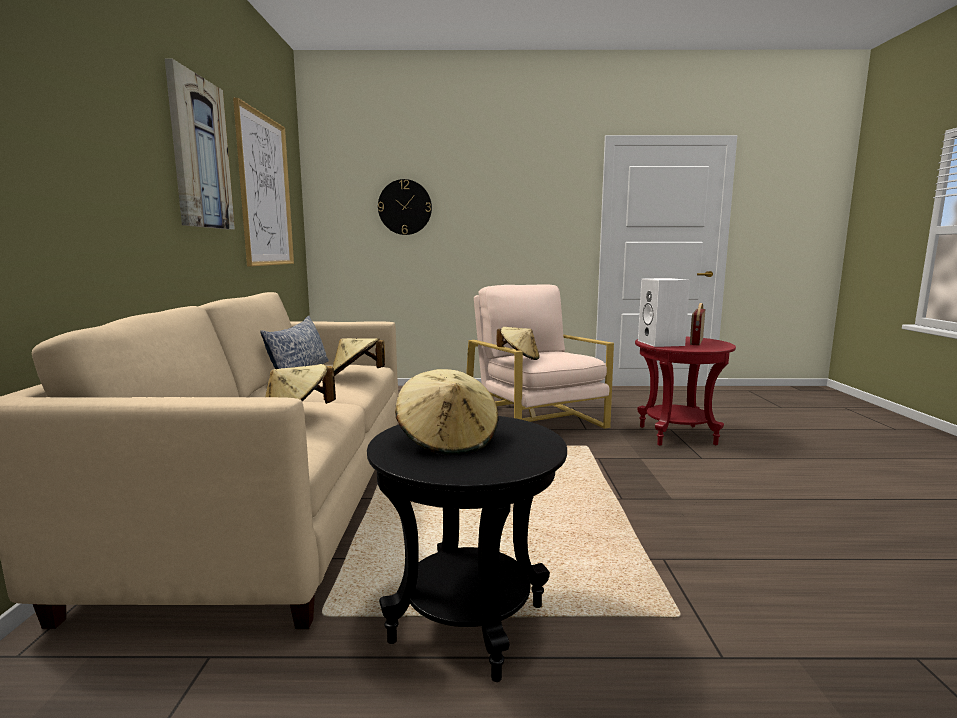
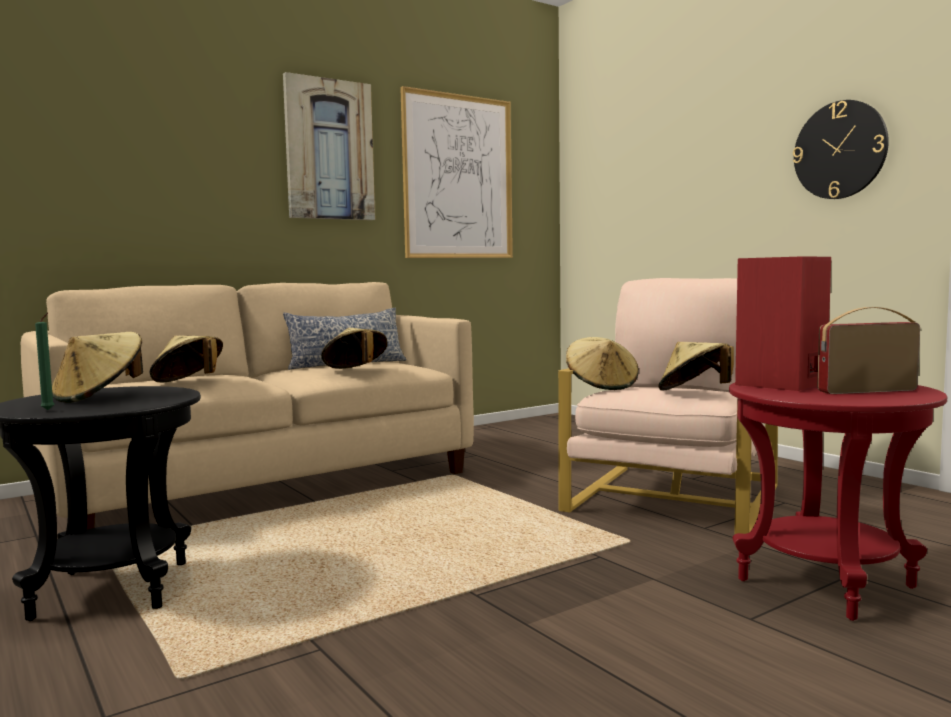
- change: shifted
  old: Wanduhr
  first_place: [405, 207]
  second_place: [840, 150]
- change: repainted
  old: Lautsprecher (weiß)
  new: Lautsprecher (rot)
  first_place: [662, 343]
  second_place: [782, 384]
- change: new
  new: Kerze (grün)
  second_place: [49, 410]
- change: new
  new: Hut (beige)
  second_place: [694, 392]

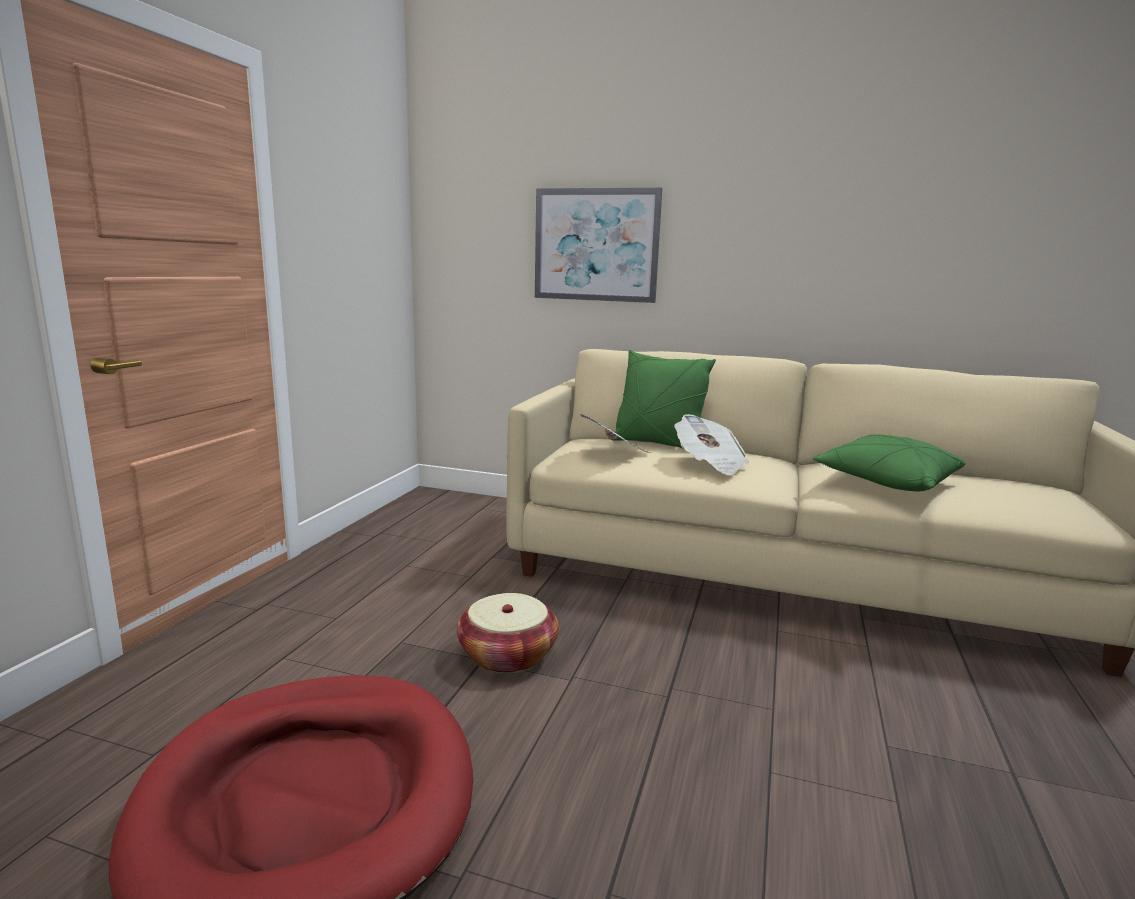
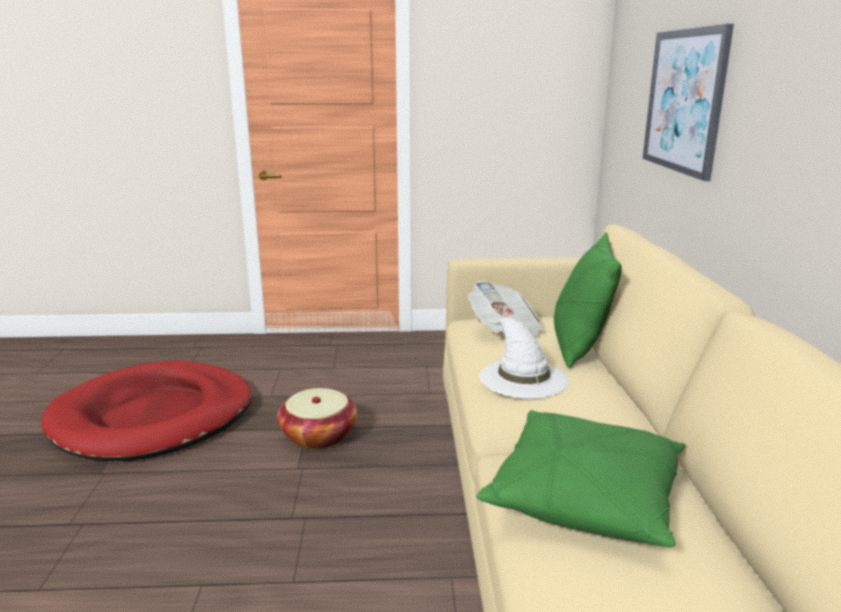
- change: swapped
  old: Zeitung
  new: Hut (weiß)
  first_place: [710, 464]
  second_place: [522, 377]

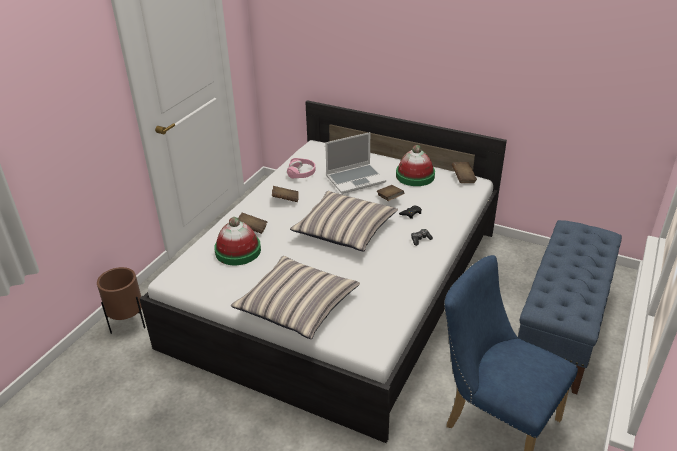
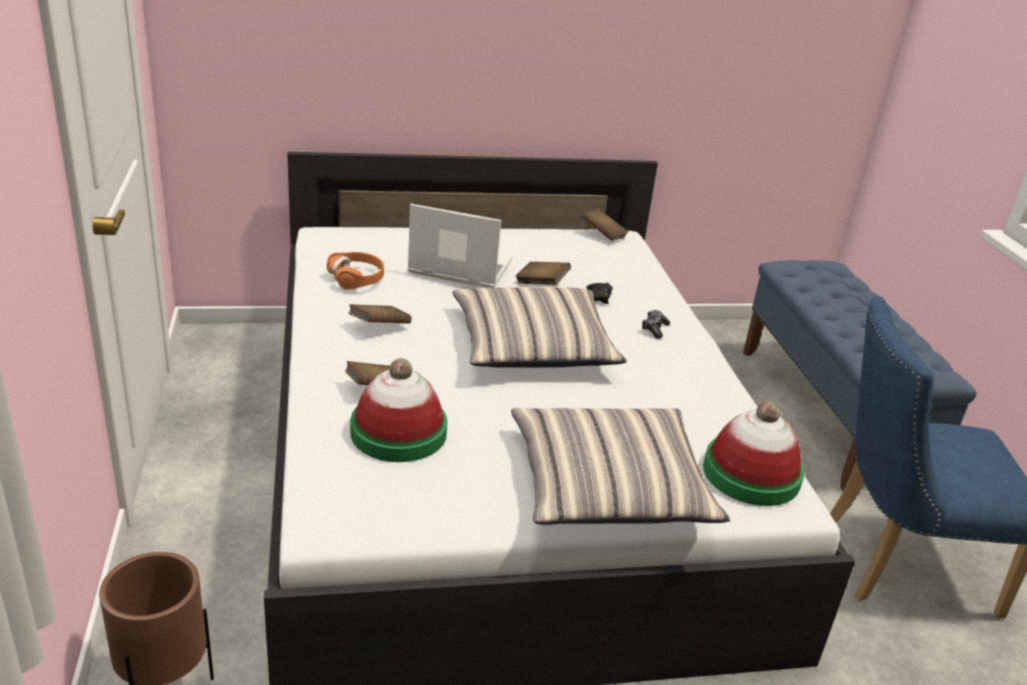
- change: rotated
  old: Laptop
  first_place: [356, 179]
  second_place: [458, 268]
  degrees: -105
- change: shifted
  old: Hut
  first_place: [415, 176]
  second_place: [751, 474]
- change: repainted
  old: Kopfhörer (rosa)
  new: Kopfhörer (orange)
  first_place: [301, 172]
  second_place: [356, 277]

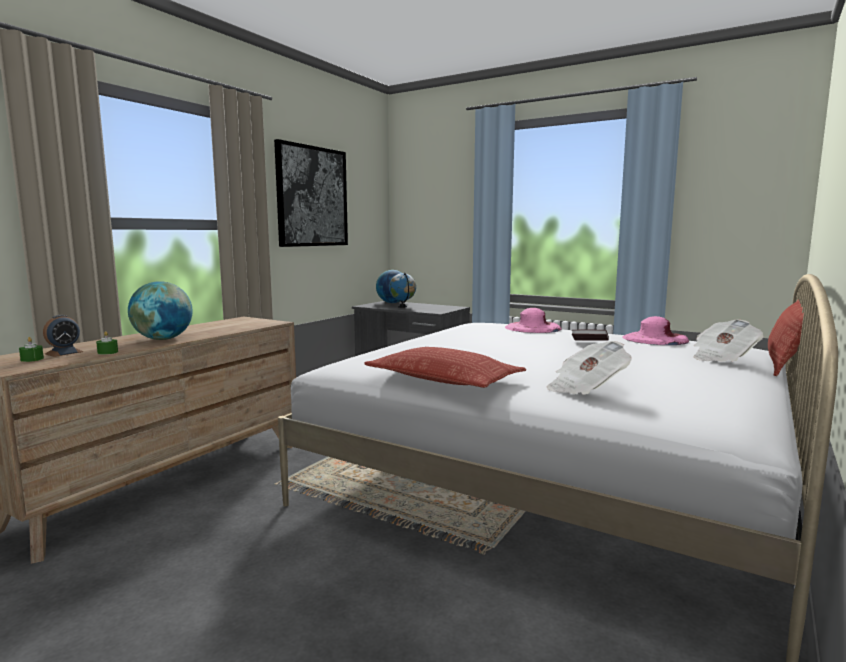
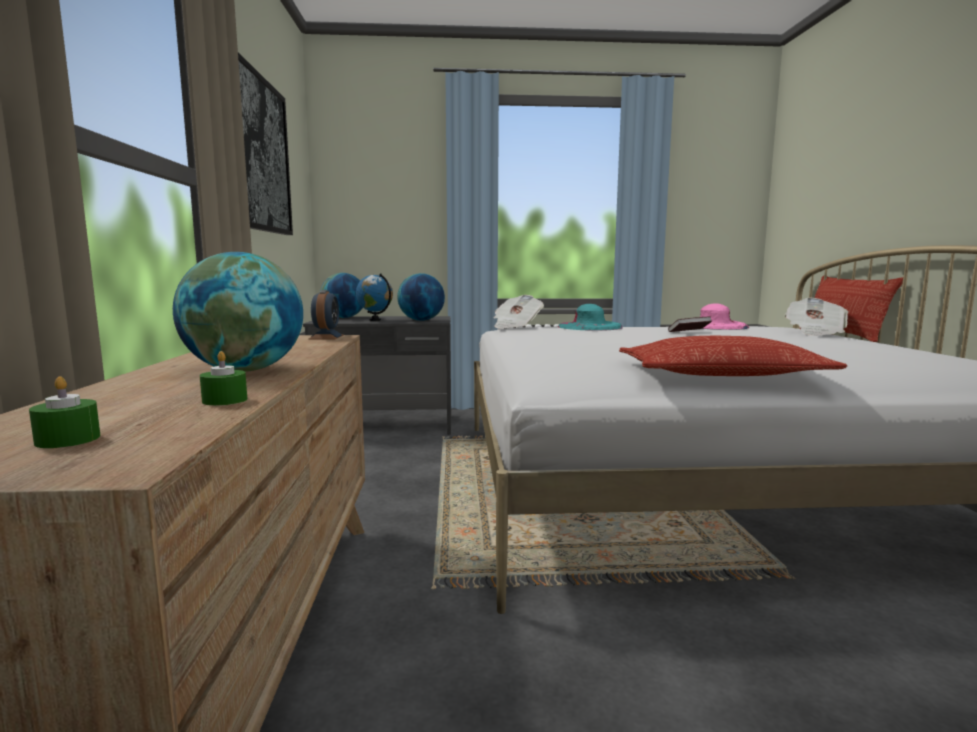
- change: repainted
  old: Hut (rosa)
  new: Hut (türkis)
  first_place: [533, 328]
  second_place: [589, 326]
- change: shifted
  old: Wecker
  first_place: [64, 353]
  second_place: [326, 337]
- change: shifted
  old: Zeitung
  first_place: [586, 388]
  second_place: [516, 326]
- change: new
  new: Globus
  second_place: [421, 320]

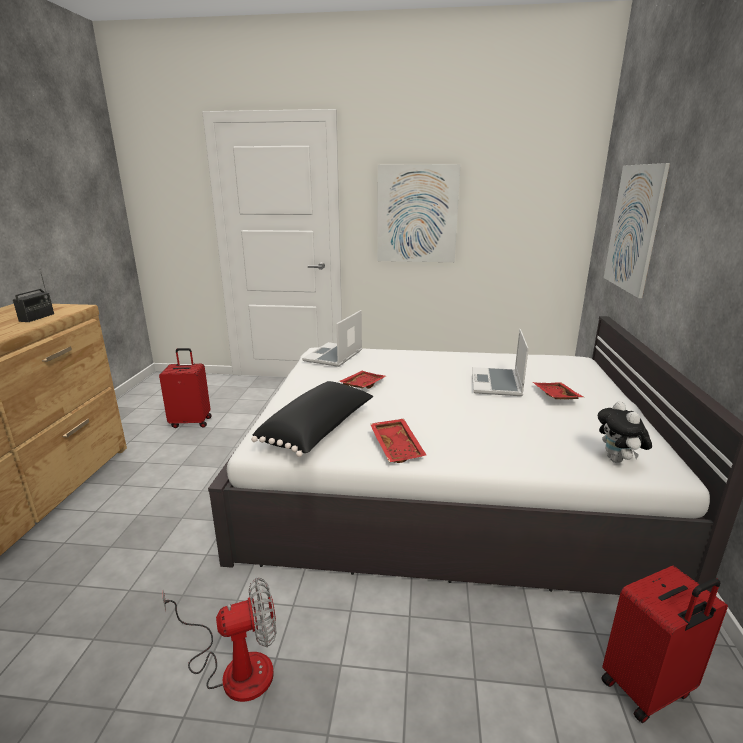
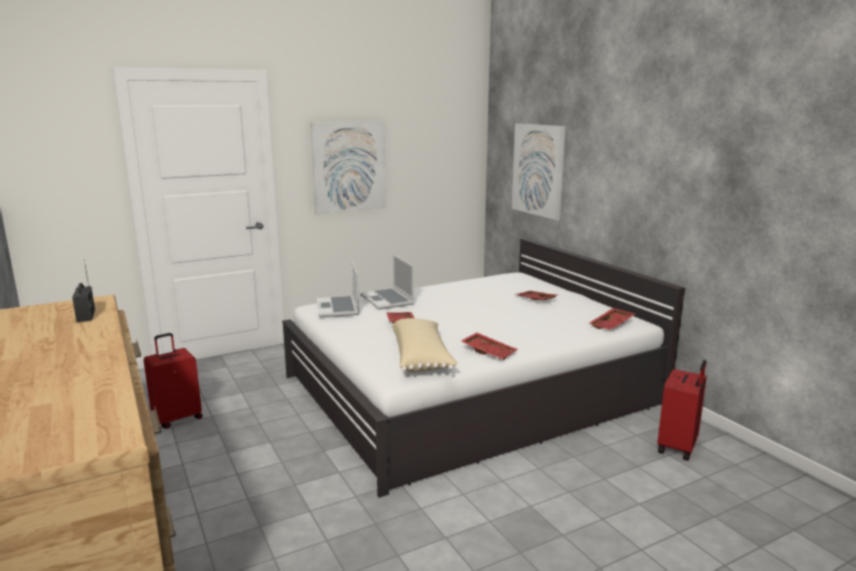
- change: shifted
  old: Laptop
  first_place: [497, 383]
  second_place: [388, 300]
- change: repainted
  old: Kissen (schwarz)
  new: Kissen (beige)
  first_place: [319, 431]
  second_place: [422, 358]
- change: swapped
  old: Plüschtier
  new: Tablett (rot)
  first_place: [618, 460]
  second_place: [612, 325]
- change: gone
  old: Ventilator
  first_place: [234, 667]

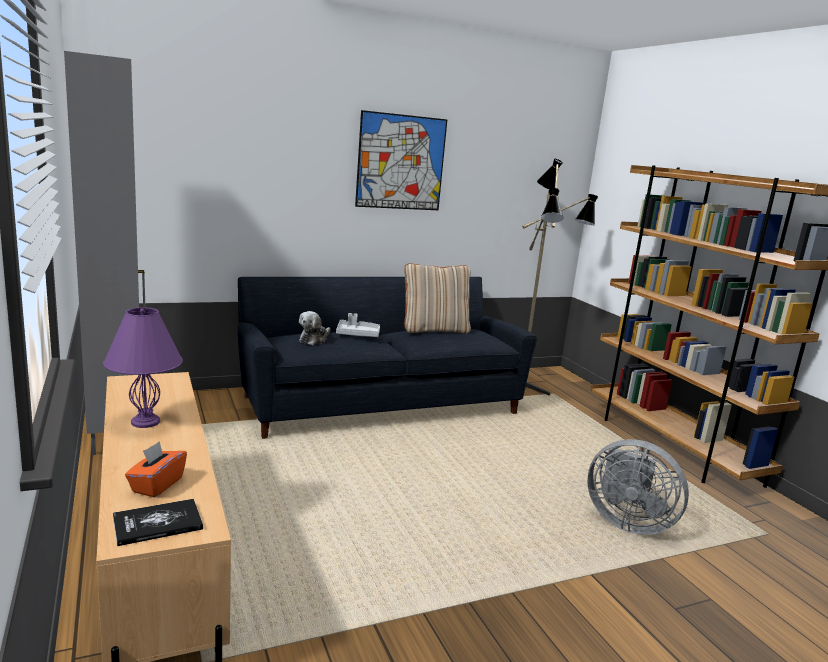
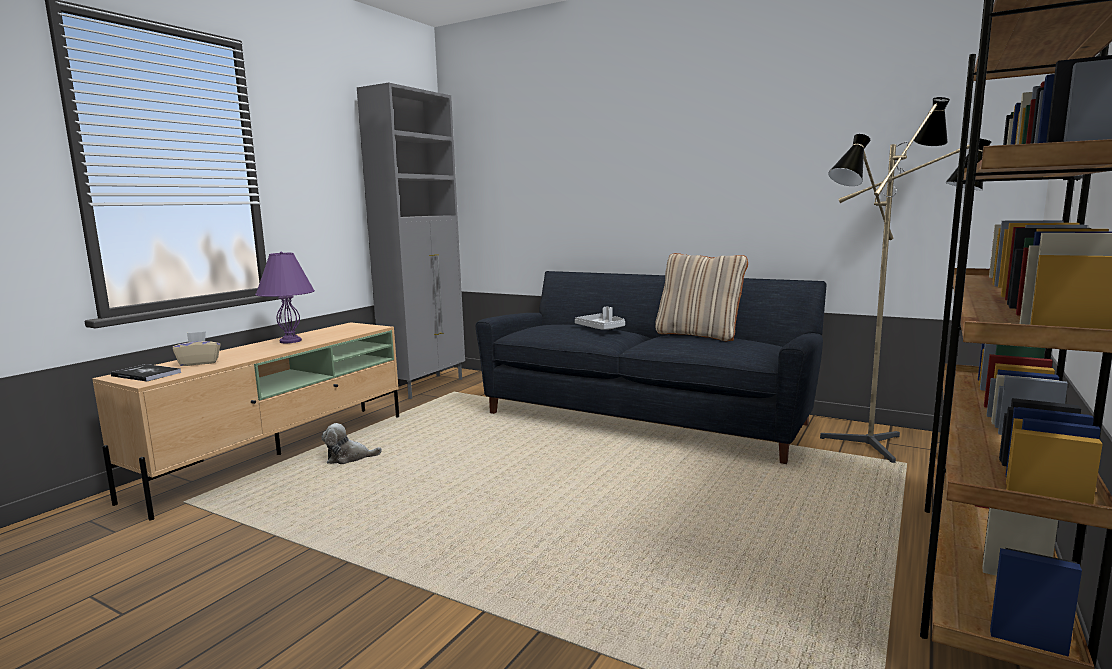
- change: gone
  old: Bild
  first_place: [401, 162]
- change: shifted
  old: Plüschtier
  first_place: [314, 339]
  second_place: [349, 458]
- change: gone
  old: Ventilator (grau)
  first_place: [627, 522]
- change: repainted
  old: Taschentuchbox (orange)
  new: Taschentuchbox (beige)
  first_place: [156, 485]
  second_place: [199, 362]

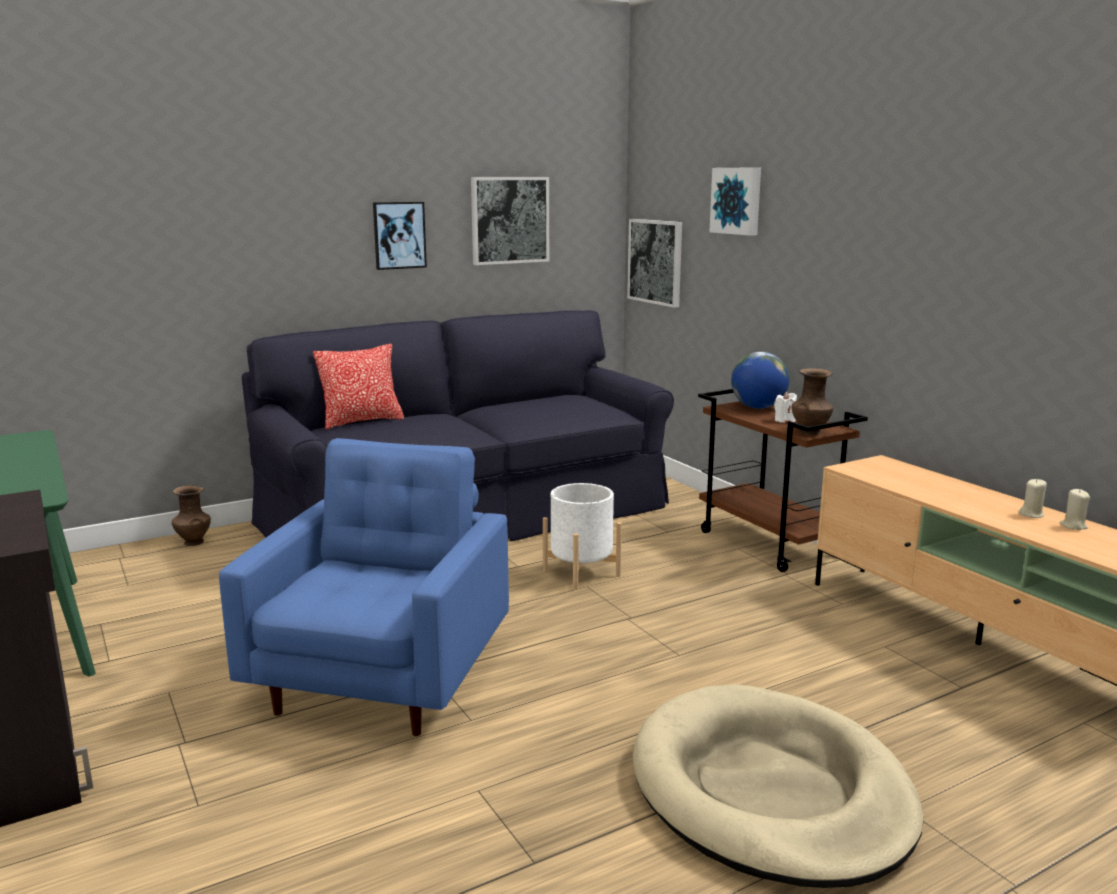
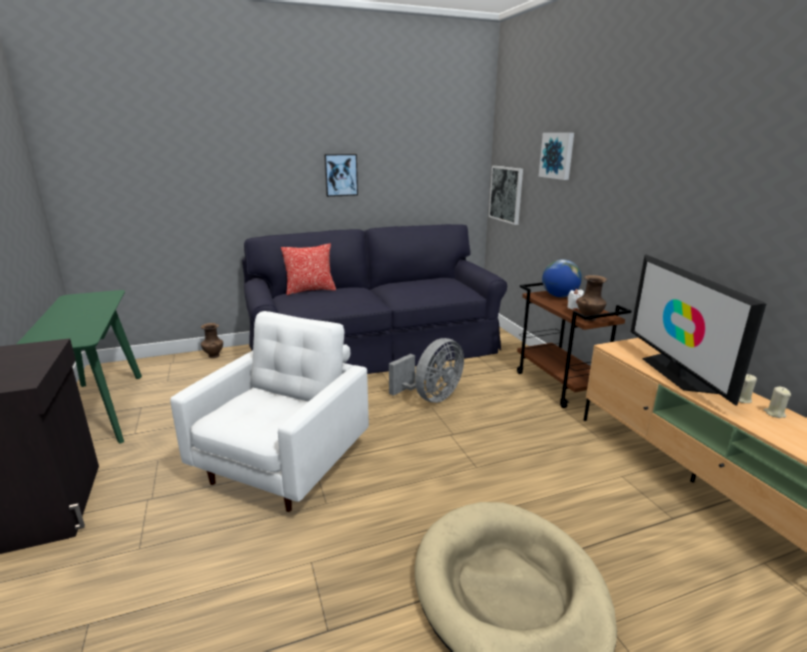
- change: gone
  old: Bild
  first_place: [509, 220]
- change: repainted
  old: Sessel (blau)
  new: Sessel (weiß)
  first_place: [384, 678]
  second_place: [284, 464]
- change: swapped
  old: Pflanzkübel (weiß)
  new: Ventilator (grau)
  first_place: [581, 573]
  second_place: [431, 397]
- change: new
  new: Fernseher
  second_place: [675, 373]

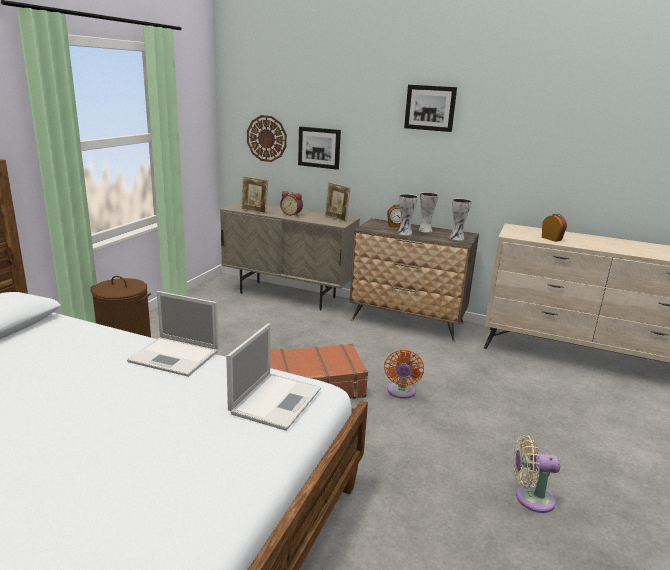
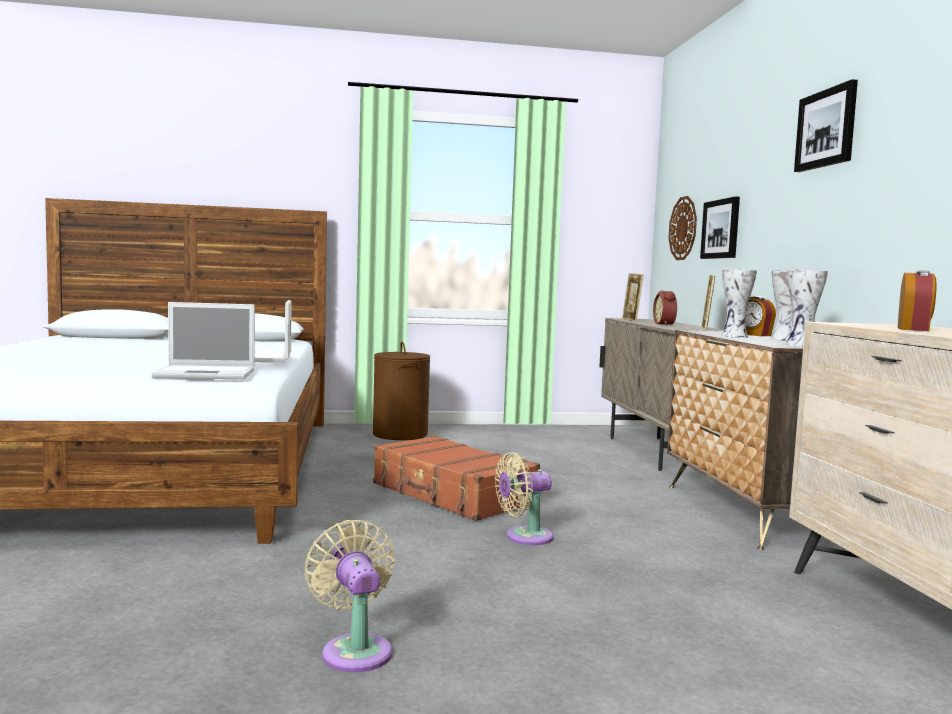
- change: repainted
  old: Ventilator (orange)
  new: Ventilator (beige)
  first_place: [401, 392]
  second_place: [524, 537]

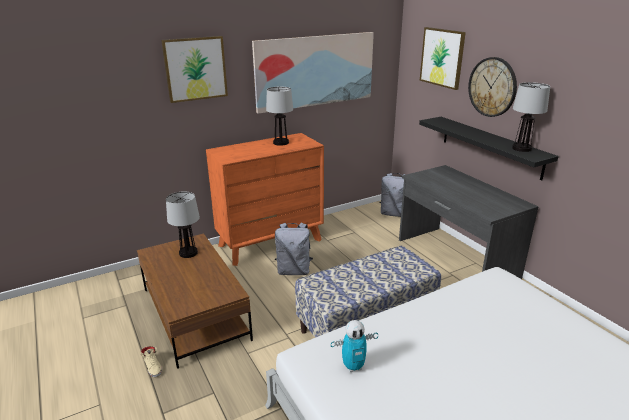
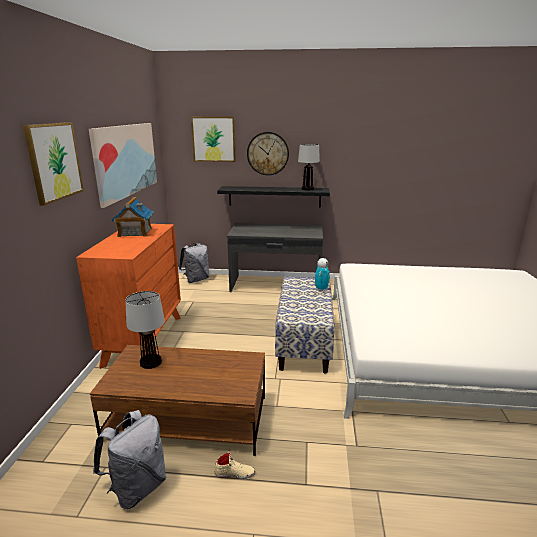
- change: swapped
  old: Tischlampe
  new: Spielzeughaus
  first_place: [280, 143]
  second_place: [135, 232]
- change: shifted
  old: Rucksack (grau)
  first_place: [294, 271]
  second_place: [137, 487]
- change: shifted
  old: Spielzeugroboter
  first_place: [353, 366]
  second_place: [321, 289]

